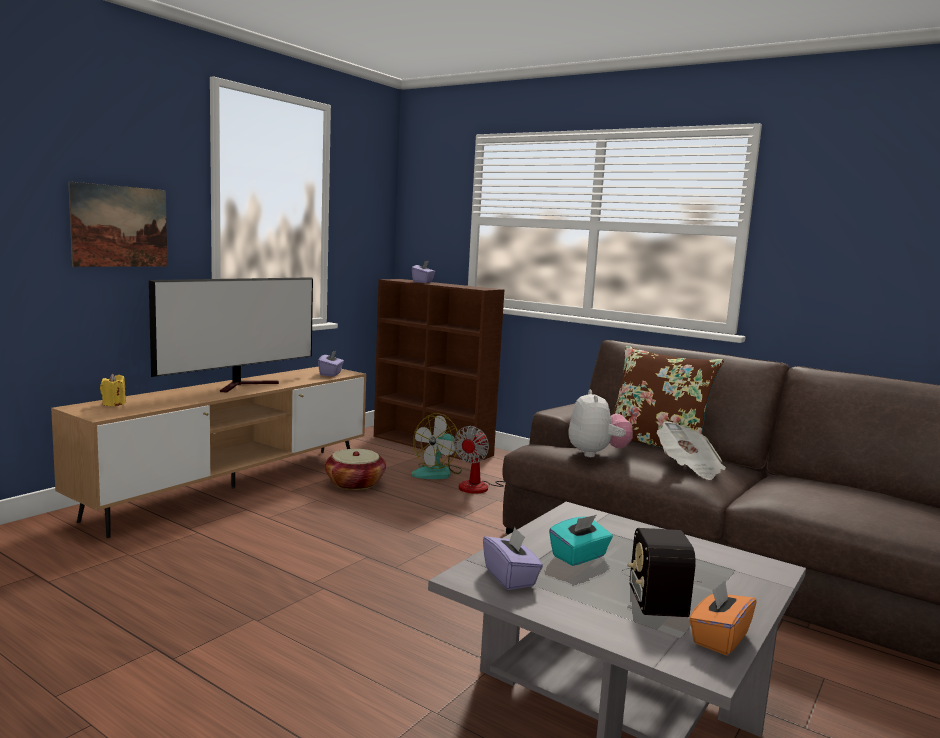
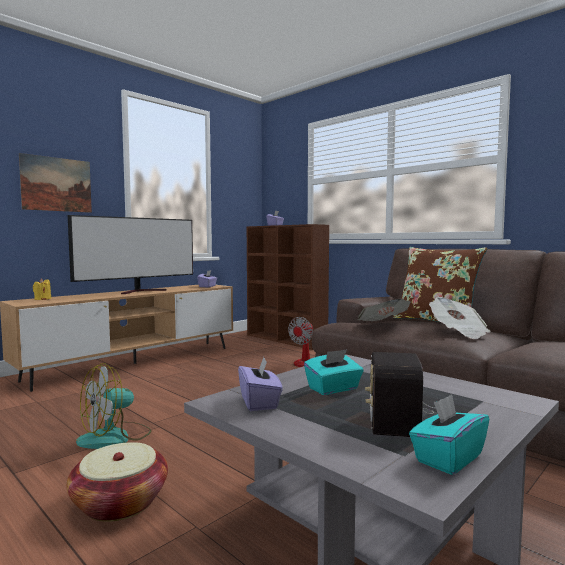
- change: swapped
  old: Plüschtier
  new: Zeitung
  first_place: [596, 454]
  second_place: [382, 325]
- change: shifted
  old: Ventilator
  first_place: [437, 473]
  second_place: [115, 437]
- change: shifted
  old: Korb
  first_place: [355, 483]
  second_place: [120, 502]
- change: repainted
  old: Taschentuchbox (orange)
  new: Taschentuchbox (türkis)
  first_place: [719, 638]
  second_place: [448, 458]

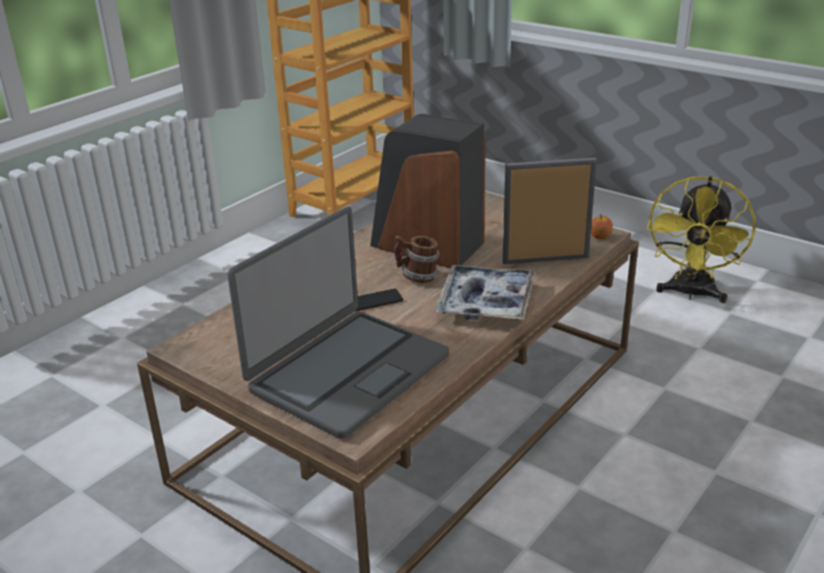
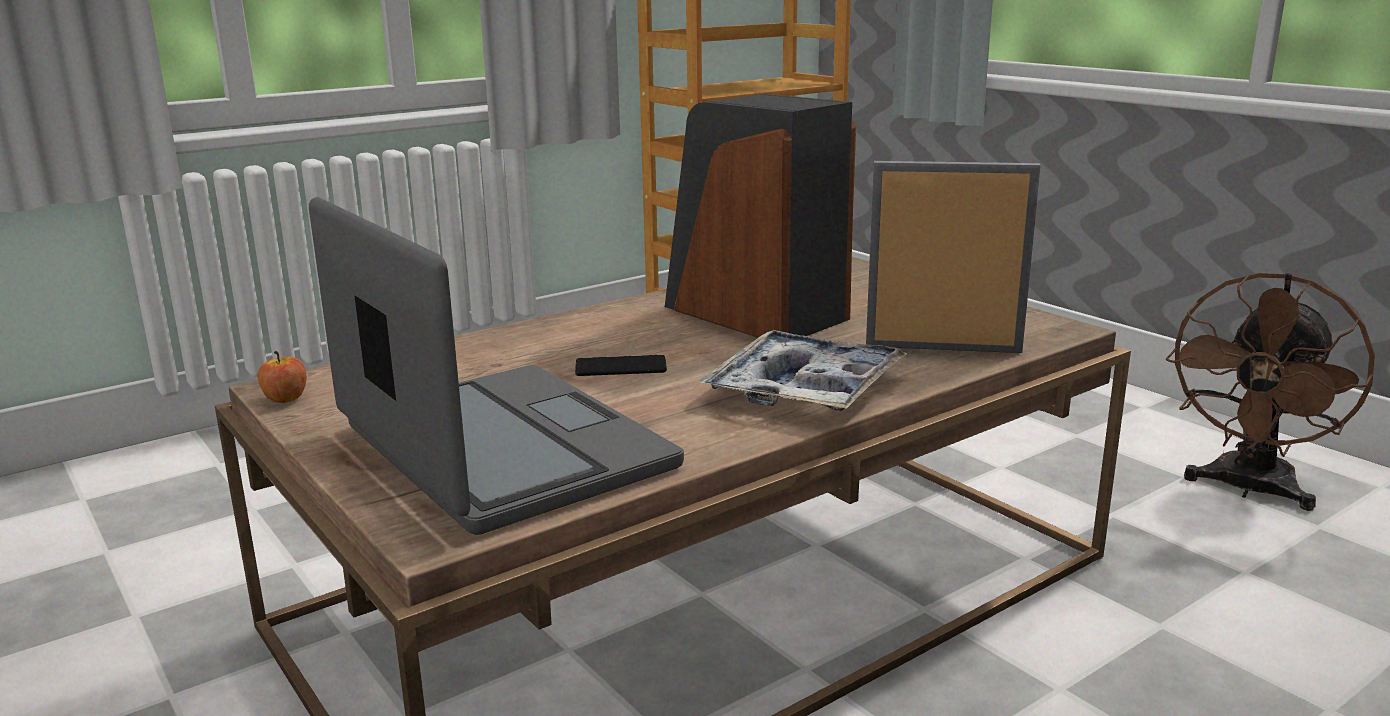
- change: repainted
  old: Ventilator (gelb)
  new: Ventilator (braun)
  first_place: [691, 293]
  second_place: [1248, 489]
- change: rotated
  old: Laptop
  first_place: [347, 372]
  second_place: [500, 449]
  degrees: -90
- change: shifted
  old: Apfel
  first_place: [600, 237]
  second_place: [285, 399]
- change: gone
  old: Henkelbecher
  first_place: [417, 277]

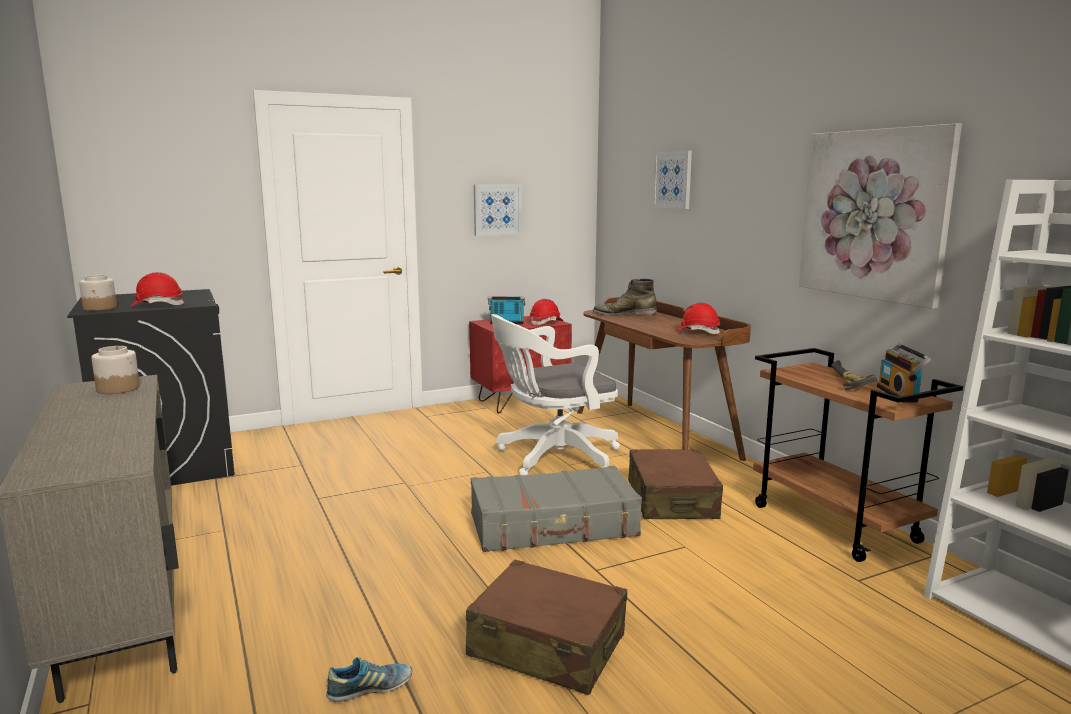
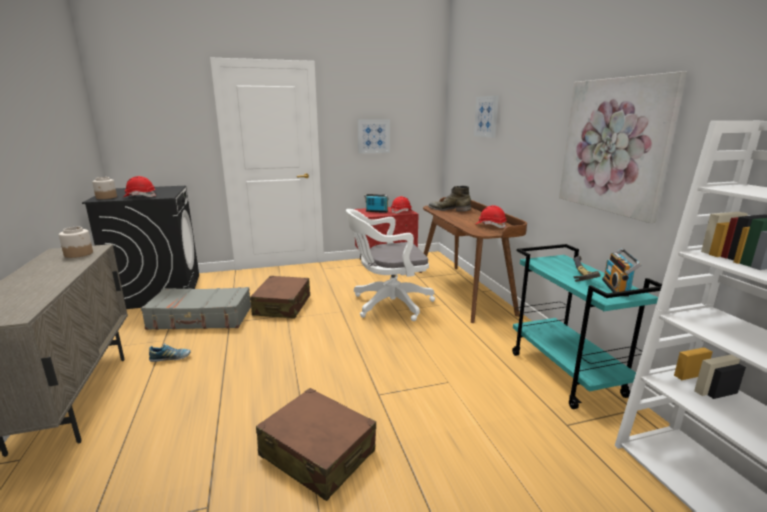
- change: repainted
  old: Rollwagen (braun)
  new: Rollwagen (türkis)
  first_place: [836, 524]
  second_place: [567, 374]
- change: shifted
  old: Koffer (braun)
  first_place: [672, 500]
  second_place: [282, 306]
- change: shifted
  old: Koffer (grau)
  first_place: [554, 526]
  second_place: [201, 318]
- change: shifted
  old: Schuh
  first_place: [370, 689]
  second_place: [170, 358]

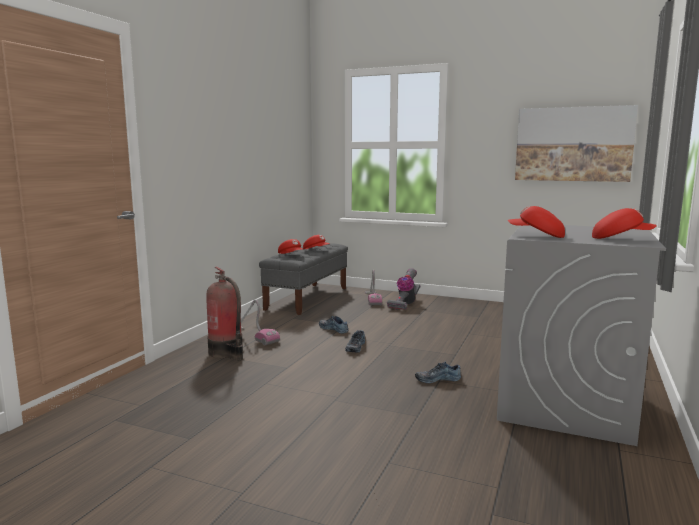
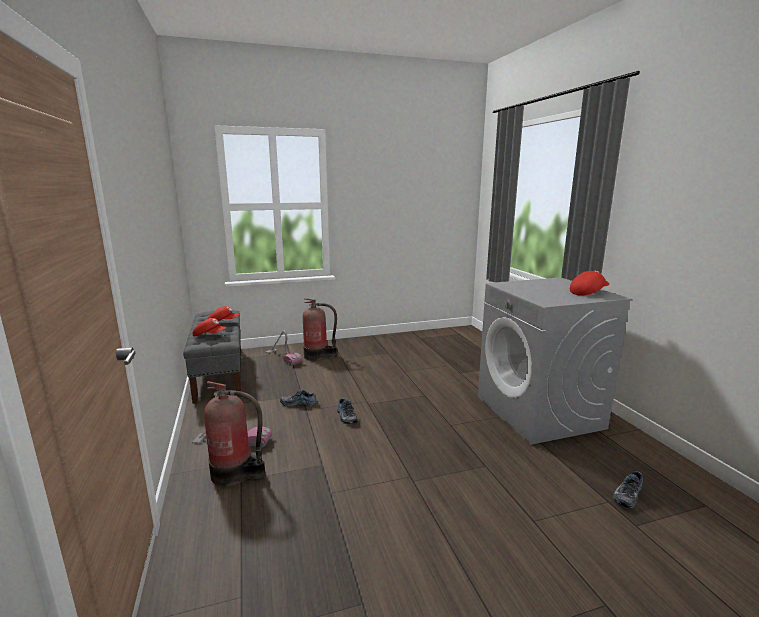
- change: gone
  old: Bild
  first_place: [573, 144]
- change: gone
  old: Kappe (rot)
  first_place: [536, 236]
- change: swapped
  old: Staubsauger
  new: Feuerlöscher
  first_place: [405, 304]
  second_place: [318, 356]
- change: shifted
  old: Schuh
  first_place: [437, 379]
  second_place: [626, 494]

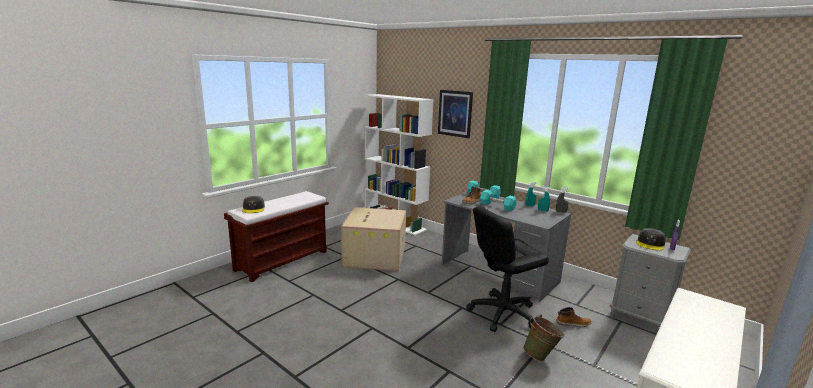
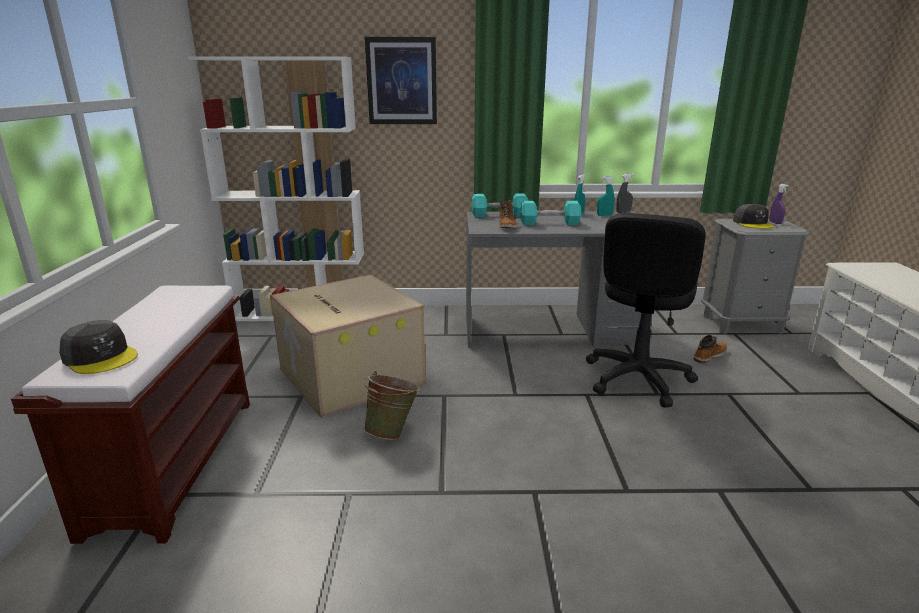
- change: shifted
  old: Eimer (grün)
  first_place: [541, 356]
  second_place: [393, 432]

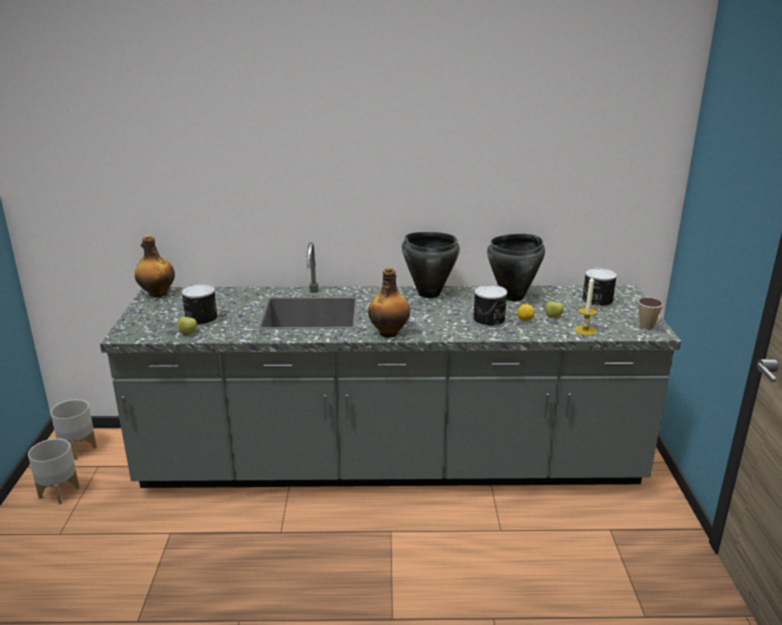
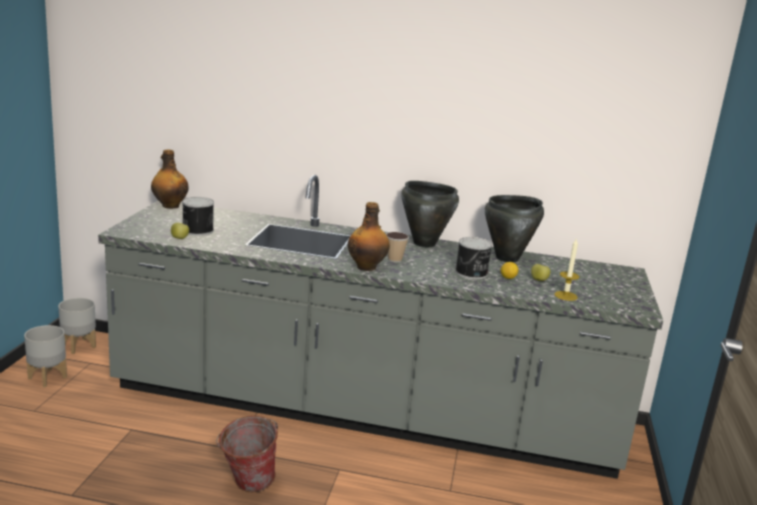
- change: gone
  old: Dose
  first_place: [596, 301]
- change: shifted
  old: Tasse
  first_place: [646, 326]
  second_place: [395, 260]
- change: new
  new: Eimer
  second_place: [246, 485]

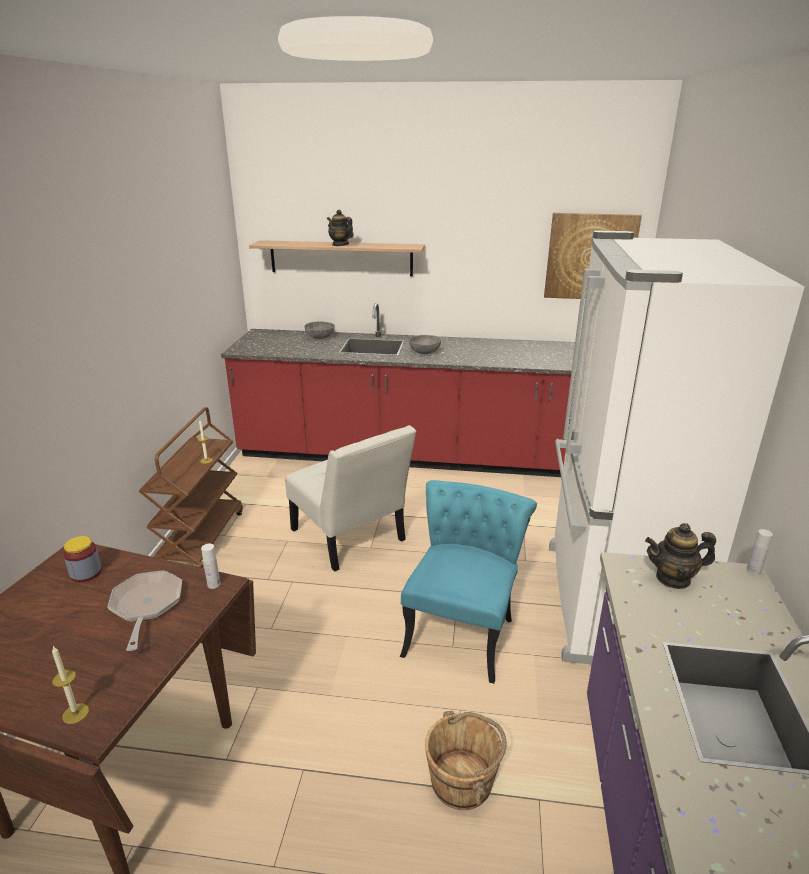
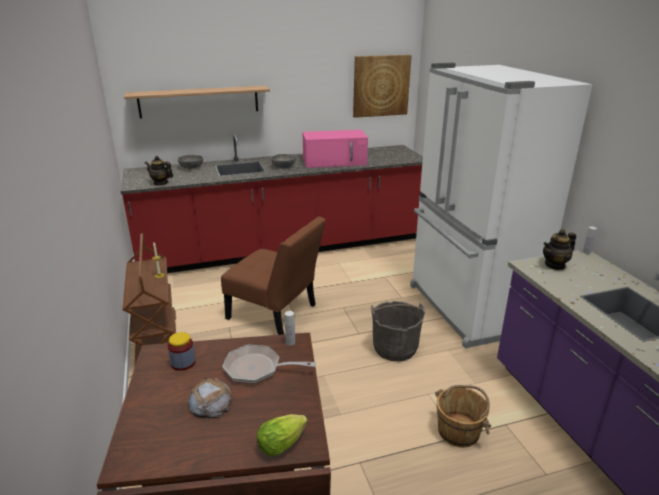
- change: shifted
  old: Teekanne
  first_place: [340, 244]
  second_place: [160, 183]
- change: repainted
  old: Stuhl (weiß)
  new: Stuhl (braun)
  first_place: [350, 538]
  second_place: [276, 314]
- change: swapped
  old: Stuhl (türkis)
  new: Eimer (grau)
  first_place: [463, 629]
  second_place: [395, 348]
- change: rotated
  old: Pfanne
  first_place: [146, 606]
  second_place: [257, 369]
  degrees: -45
- change: swapped
  old: Kerze
  new: Salatkopf
  first_place: [75, 713]
  second_place: [284, 443]
- change: new
  new: Mikrowelle (rosa)
  second_place: [335, 161]
- change: new
  new: Brot
  second_place: [210, 402]

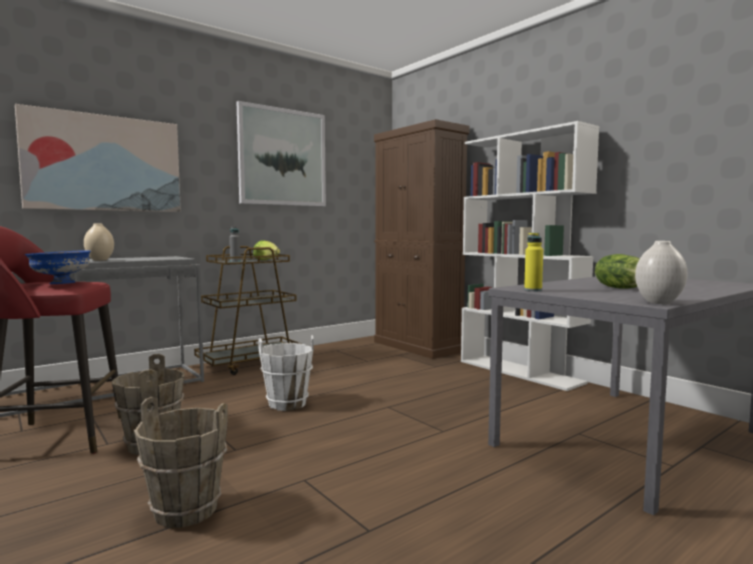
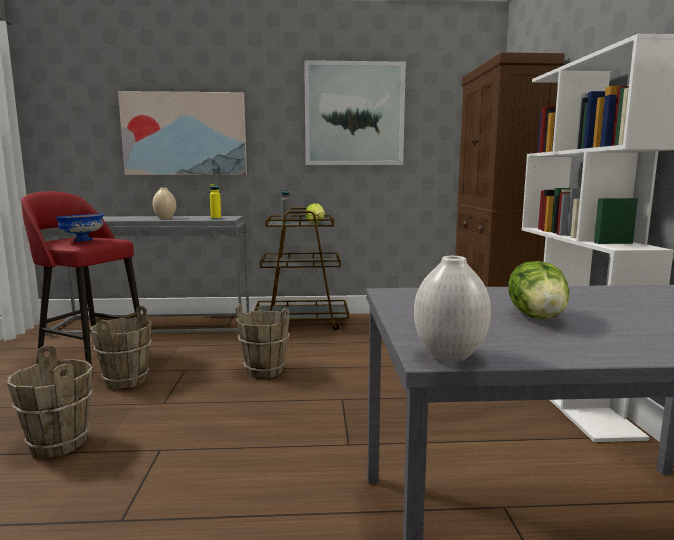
- change: shifted
  old: Flasche (gelb)
  first_place: [533, 290]
  second_place: [216, 219]
- change: repainted
  old: Eimer (weiß)
  new: Eimer (braun)
  first_place: [287, 404]
  second_place: [265, 371]

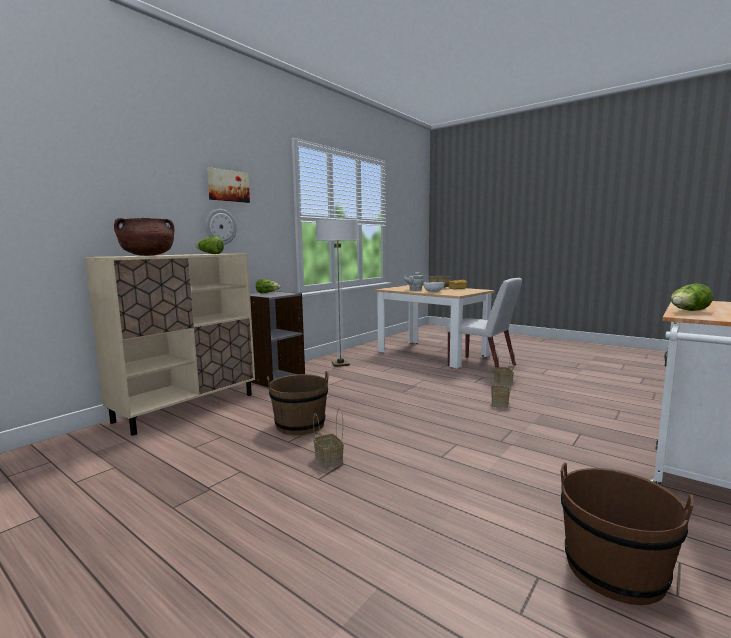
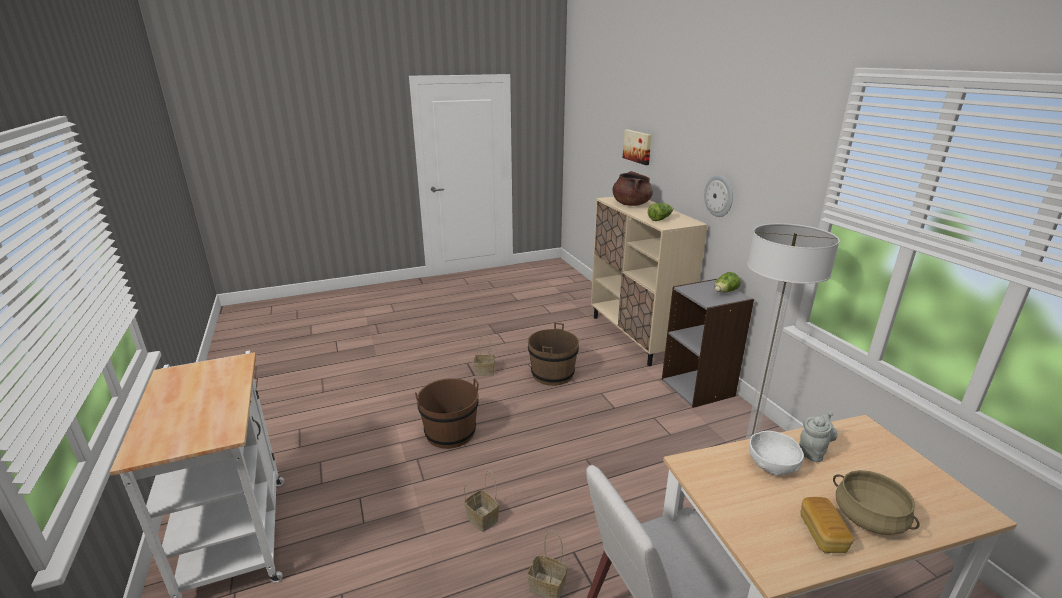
- change: shifted
  old: Bild
  first_place: [228, 186]
  second_place: [638, 146]
- change: gone
  old: Salatkopf
  first_place: [688, 311]
- change: shifted
  old: Eimer (braun)
  first_place: [614, 570]
  second_place: [450, 432]

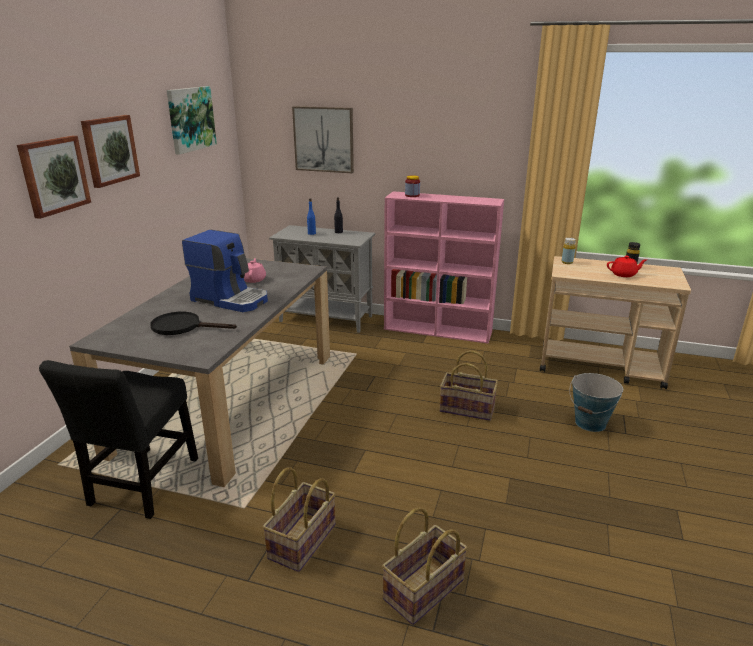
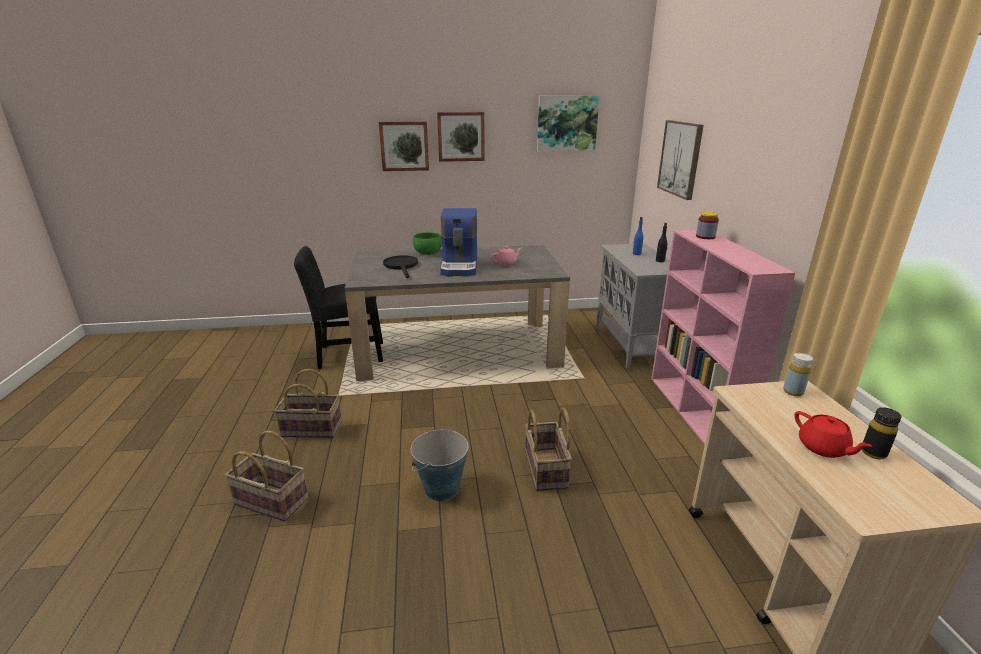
- change: shifted
  old: Eimer
  first_place: [590, 423]
  second_place: [441, 489]
- change: new
  new: Schüssel (grün)
  second_place: [428, 253]

